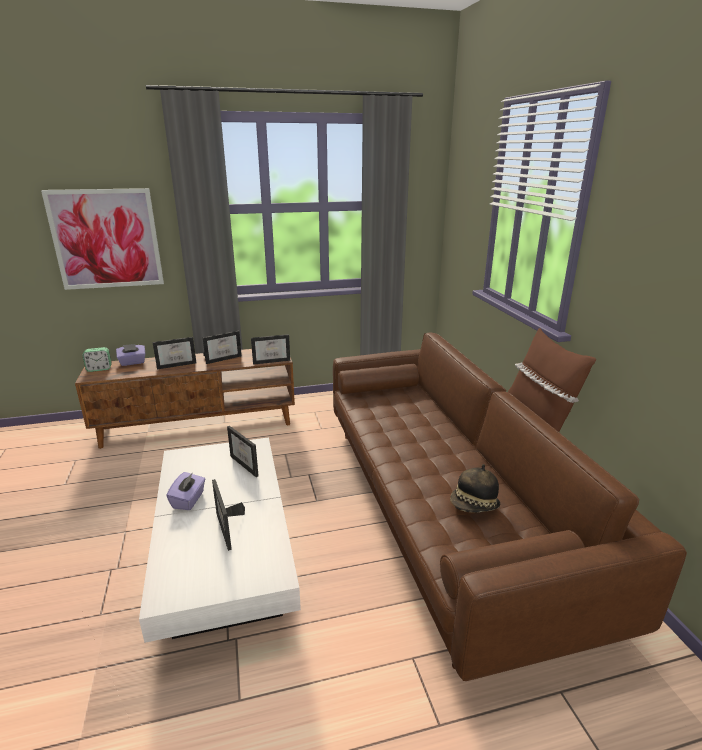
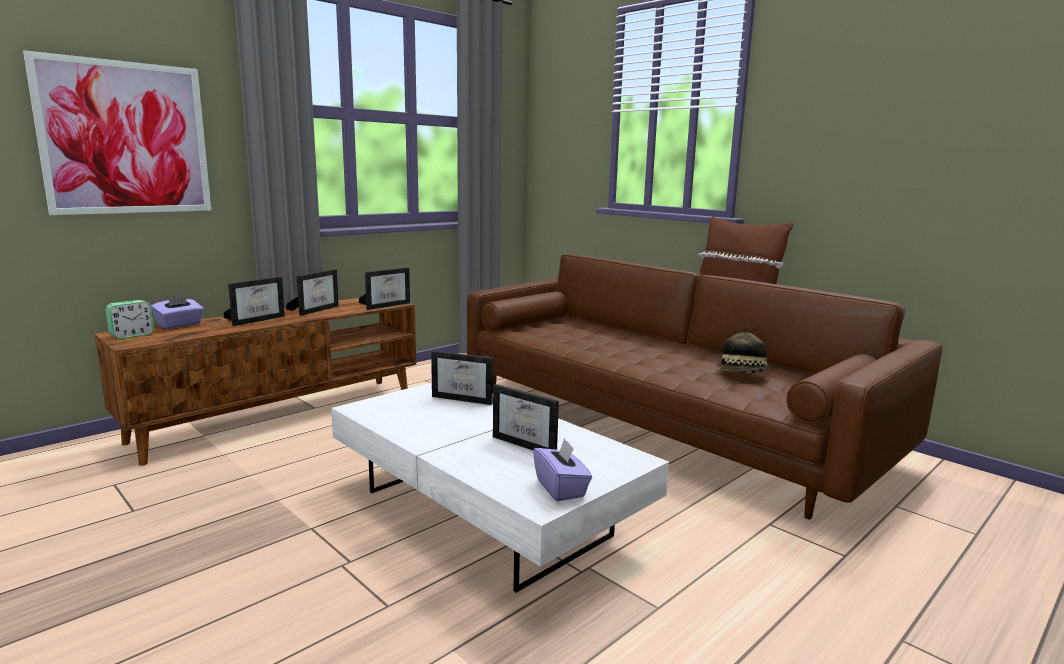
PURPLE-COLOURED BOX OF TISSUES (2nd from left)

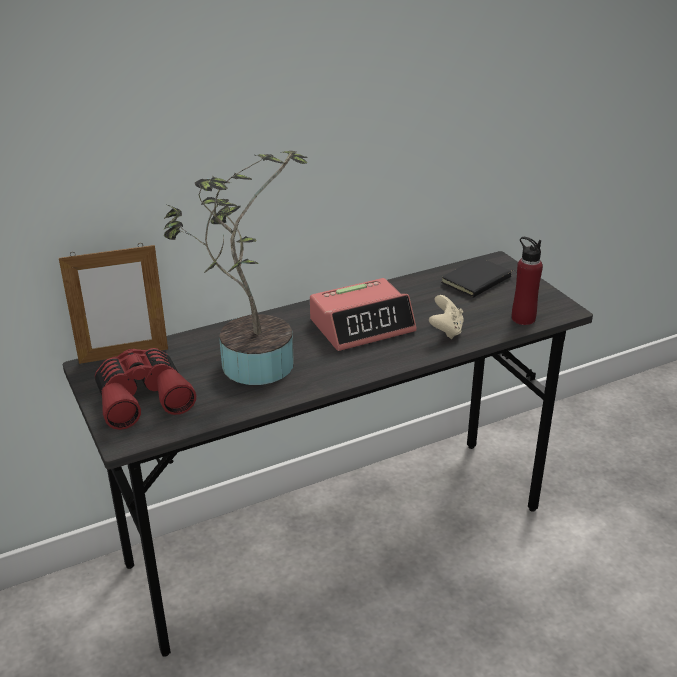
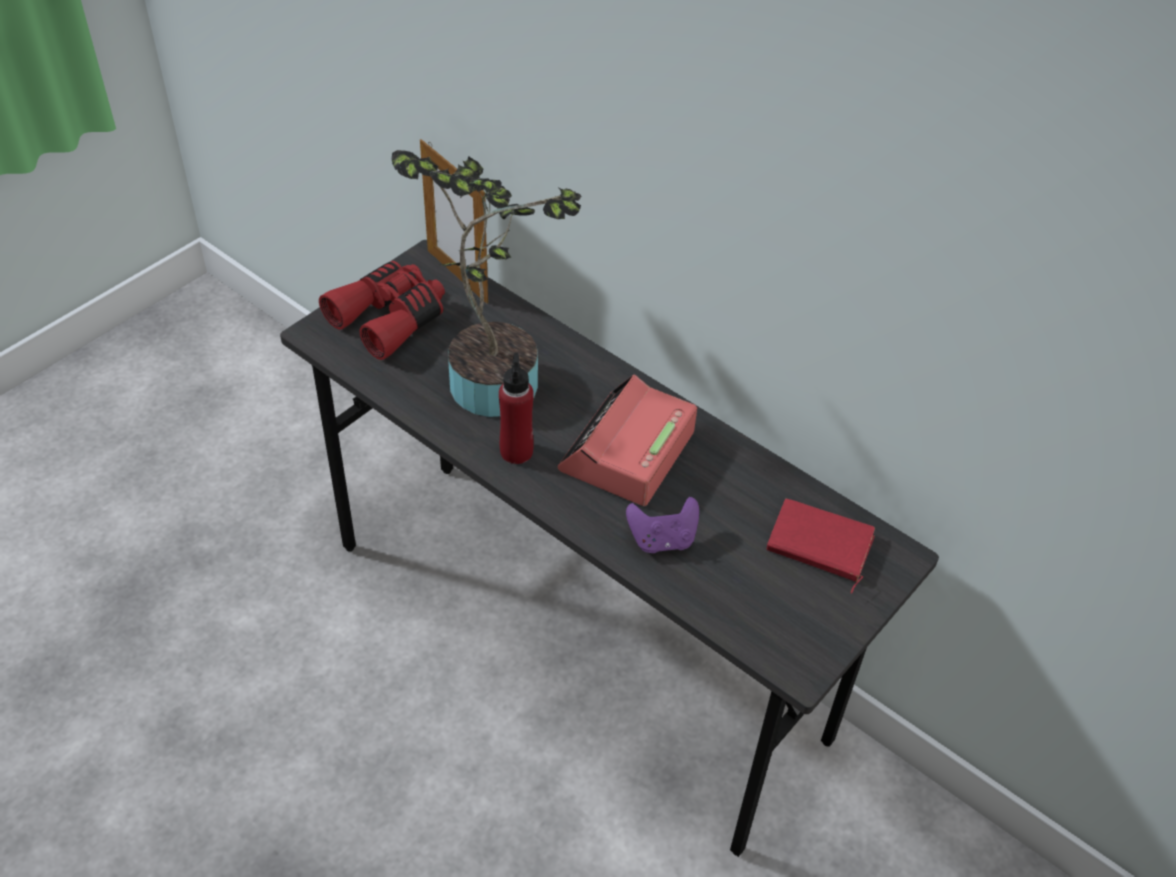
RED-COLOURED BOTTLE
RED-COLOURED BOUND BOOK
BEDSIDE CLOCK
PURPLE-COLOURED JOYPAD

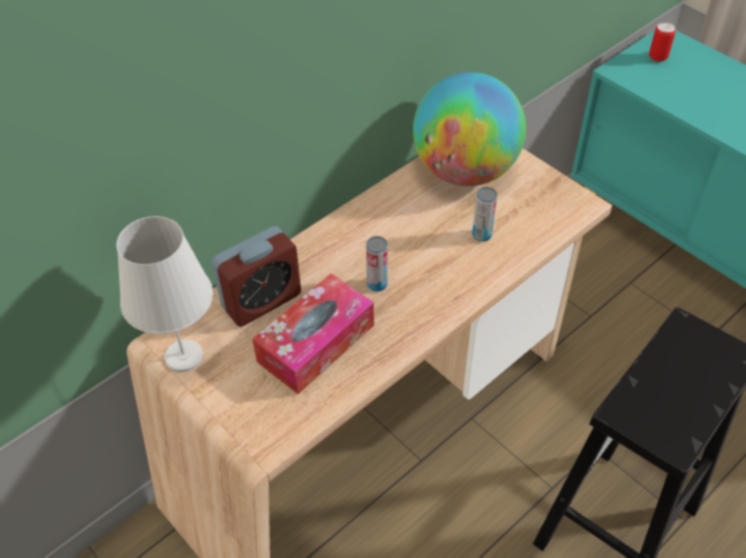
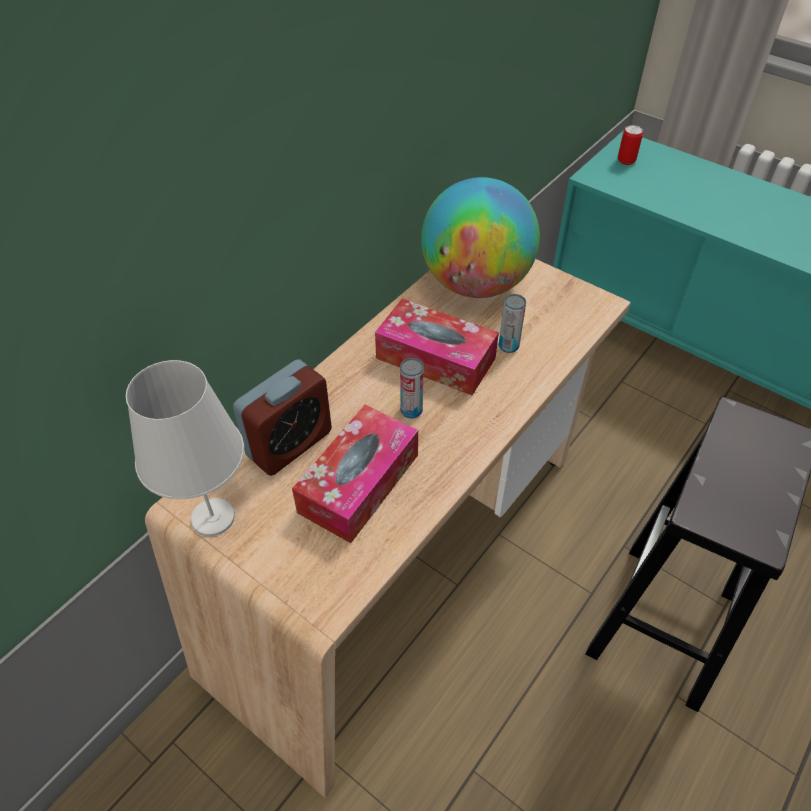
BOX OF TISSUES (2nd from left)

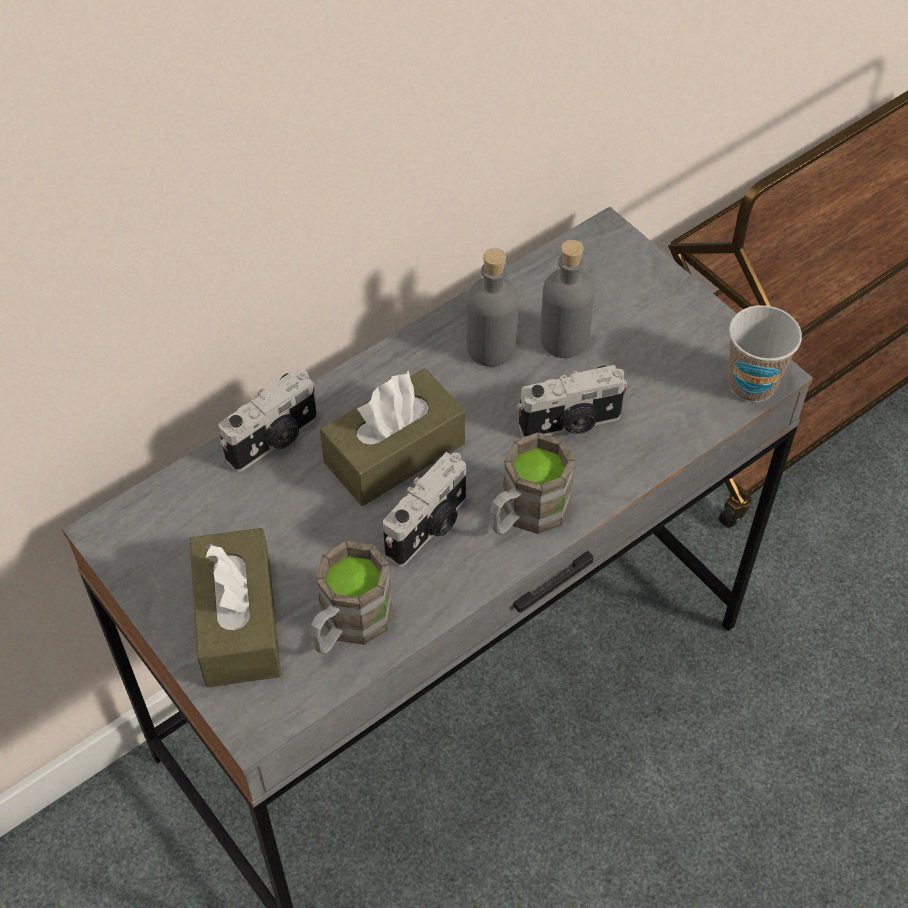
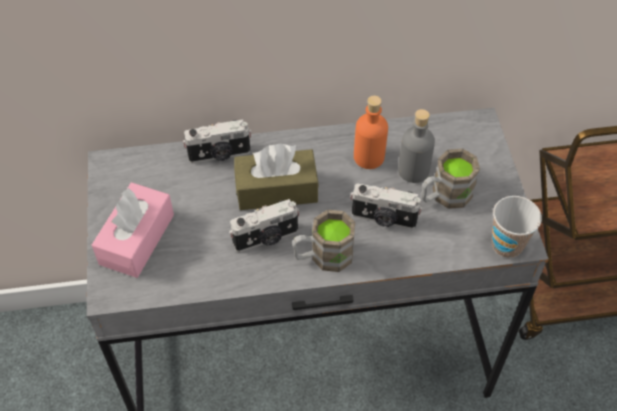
ORANGEY BOTTLE
PINK-COLOURED BOX OF TISSUES
BROWN-COLOURED MUG (2nd from left)

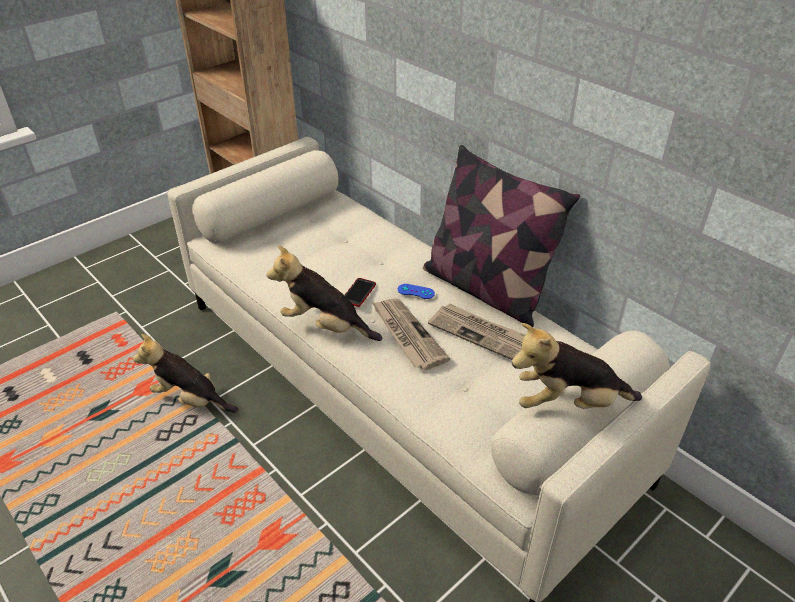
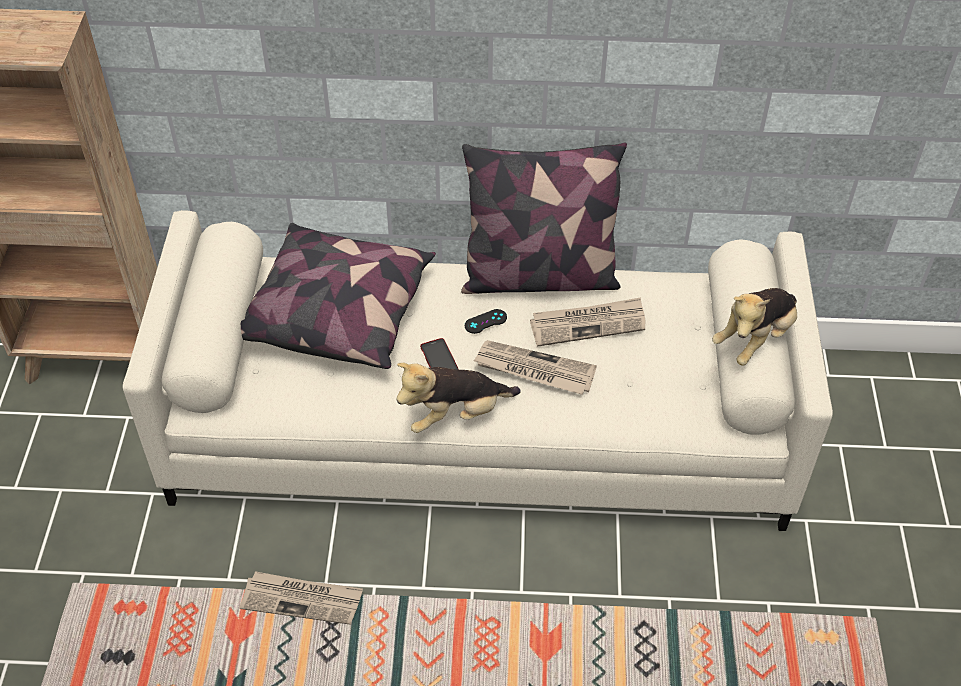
BLACK JOYPAD
PRINTED PAPER (1st from left)
CUSHION (1st from left)

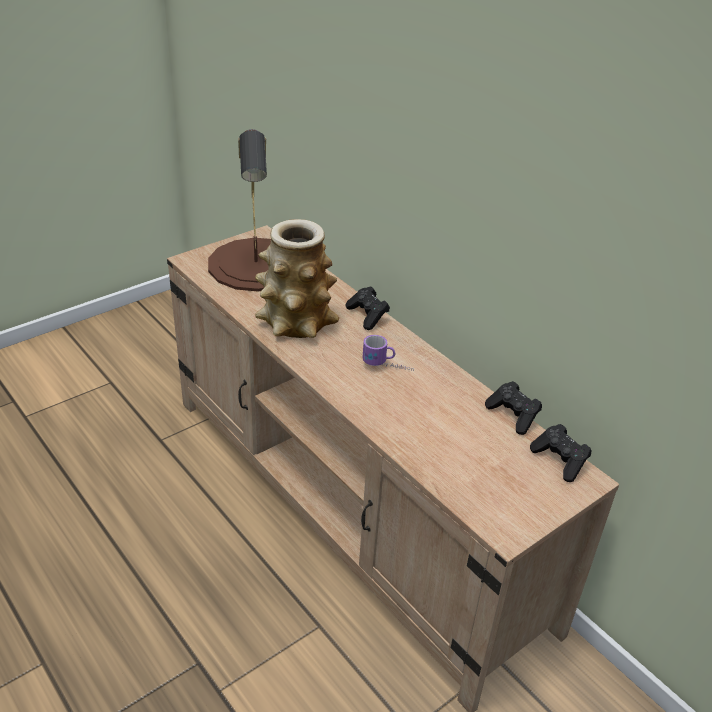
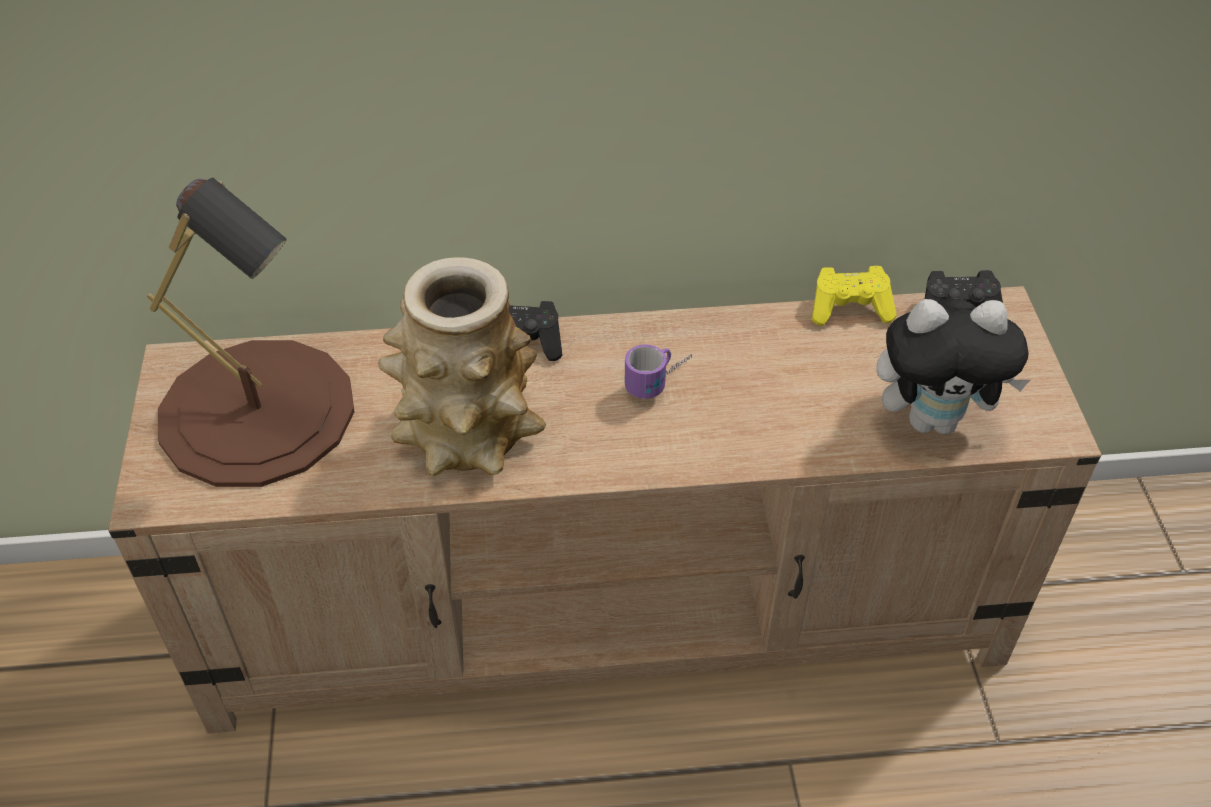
YELLOW JOYPAD
SOFT TOY

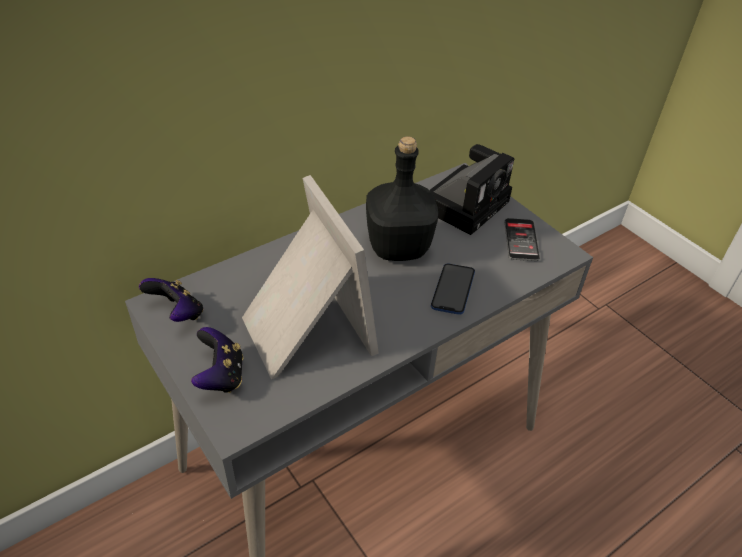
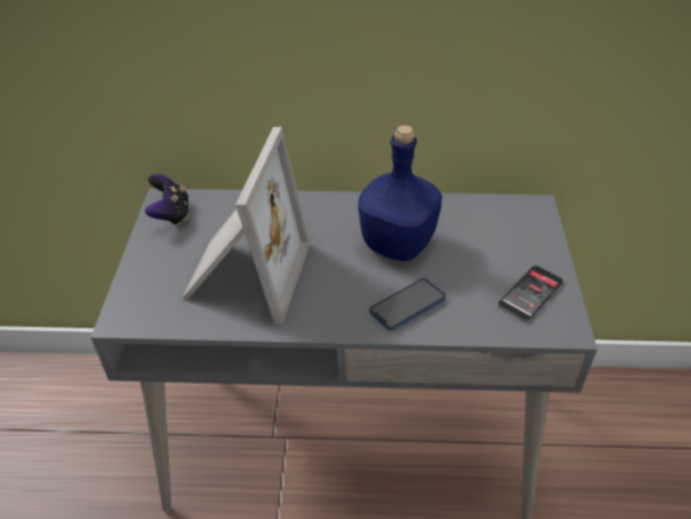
BLUISH BOTTLE
PHOTO CAMERA
JOYPAD (2nd from left in the first image)

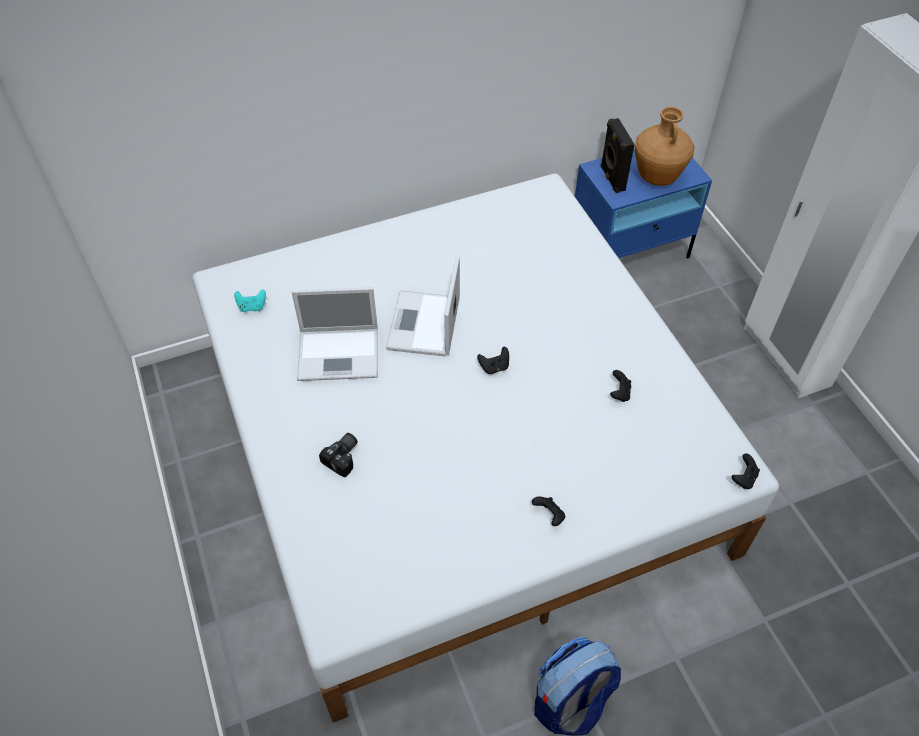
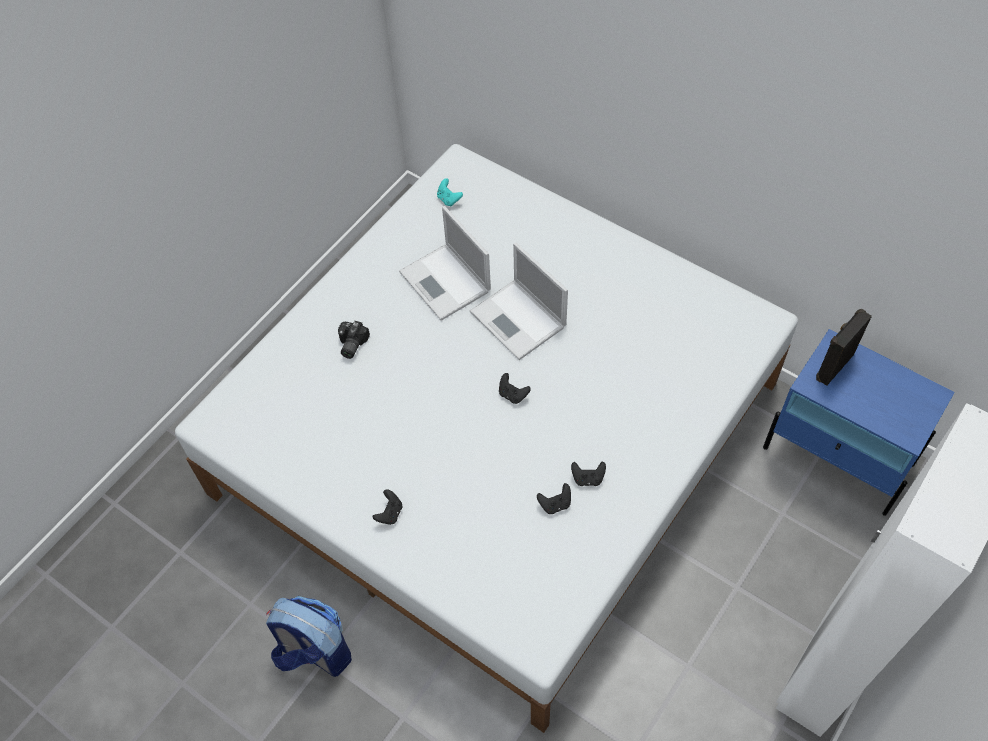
BROWN-COLOURED DECORATIVE VASE
NOTEBOOK COMPUTER (2nd from left)
PHOTO CAMERA
BLACK JOYPAD (4th from left)

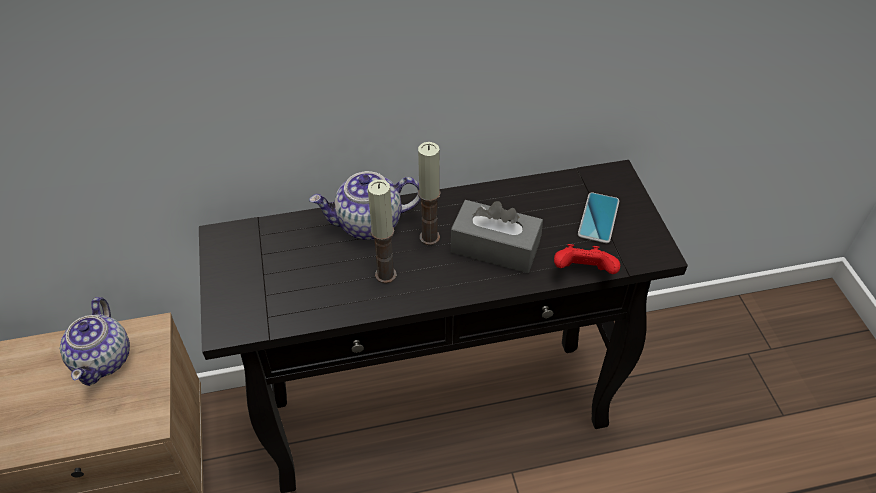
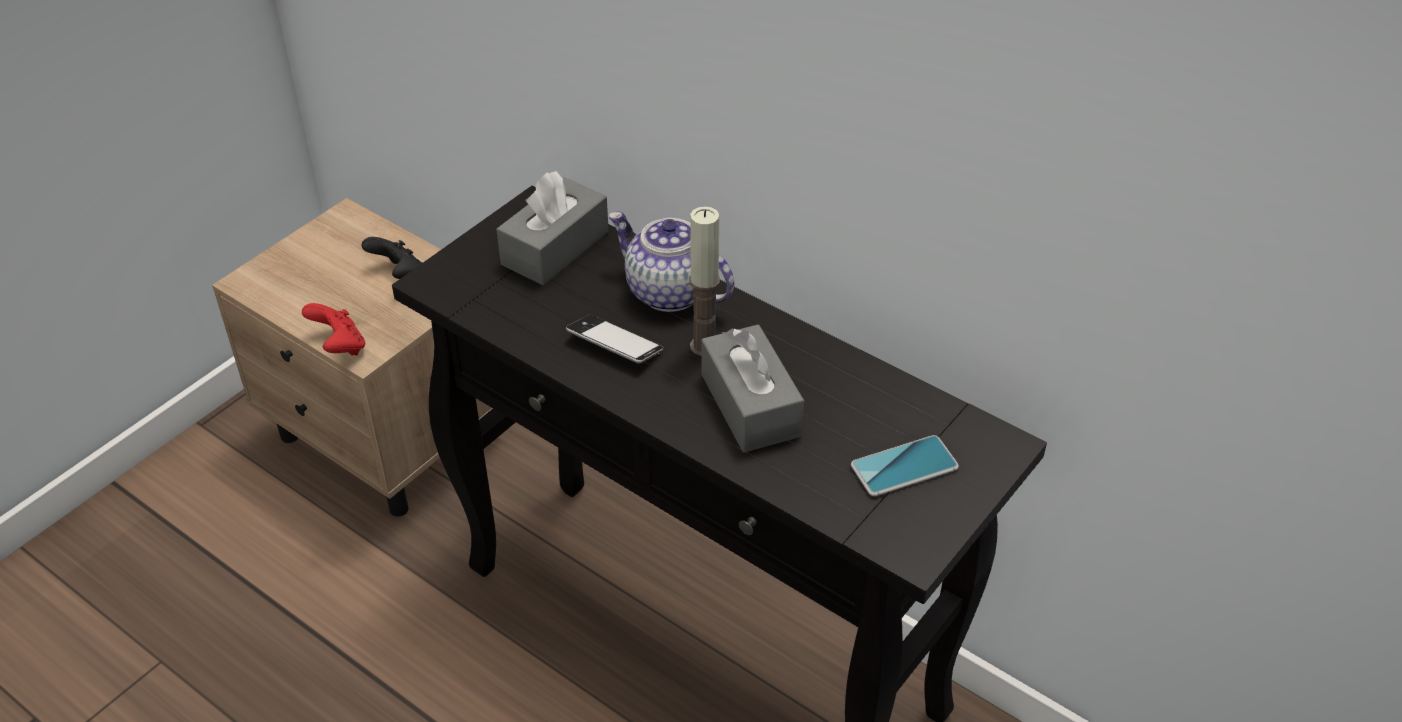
HANDSET (1st from left)
RED-COLOURED JOYPAD
BLACK JOYPAD
GREY BOX OF TISSUES (1st from left)

